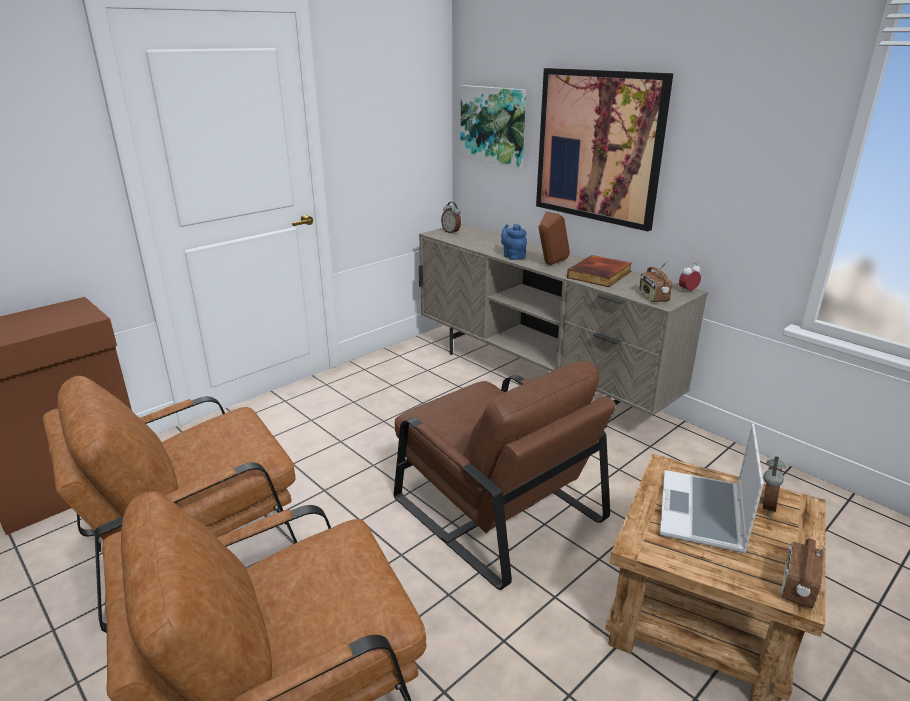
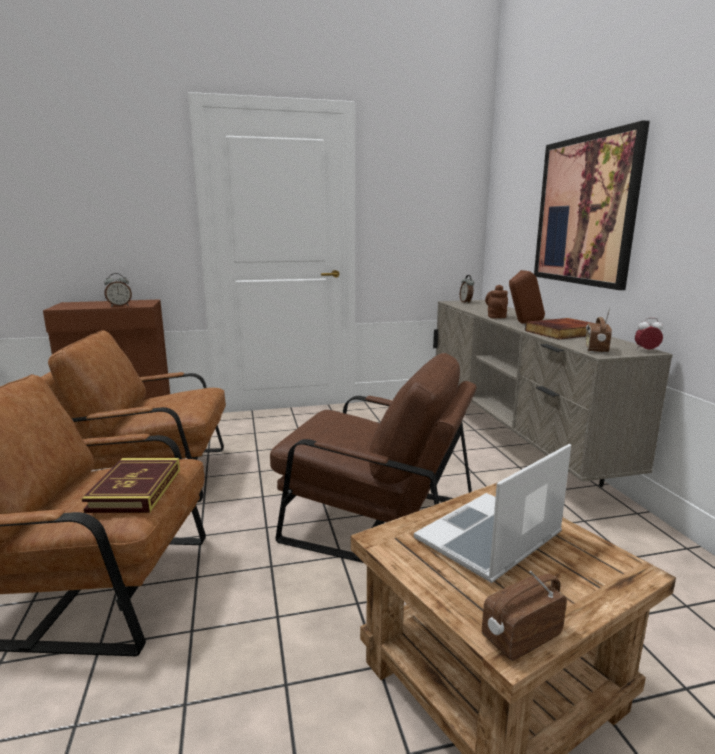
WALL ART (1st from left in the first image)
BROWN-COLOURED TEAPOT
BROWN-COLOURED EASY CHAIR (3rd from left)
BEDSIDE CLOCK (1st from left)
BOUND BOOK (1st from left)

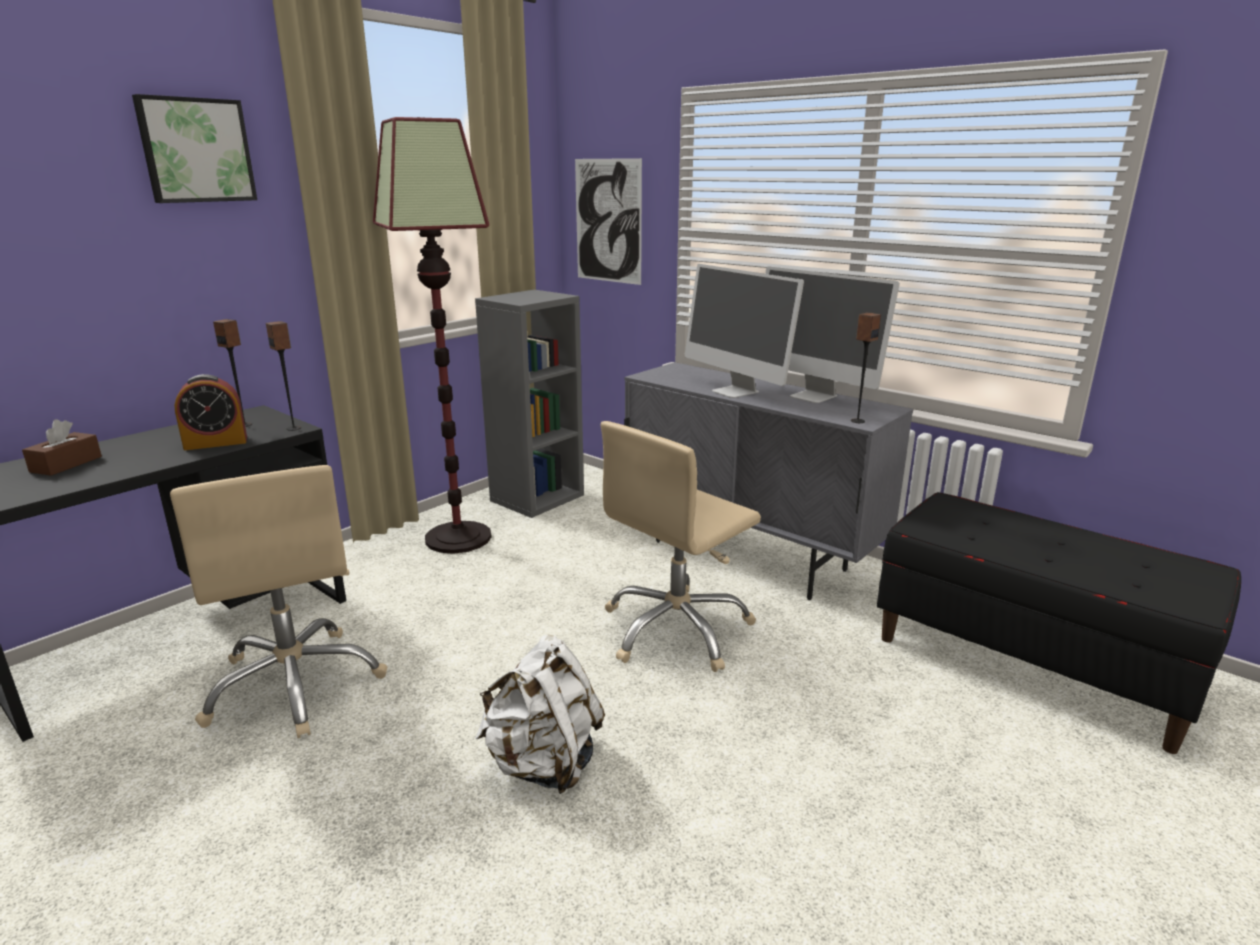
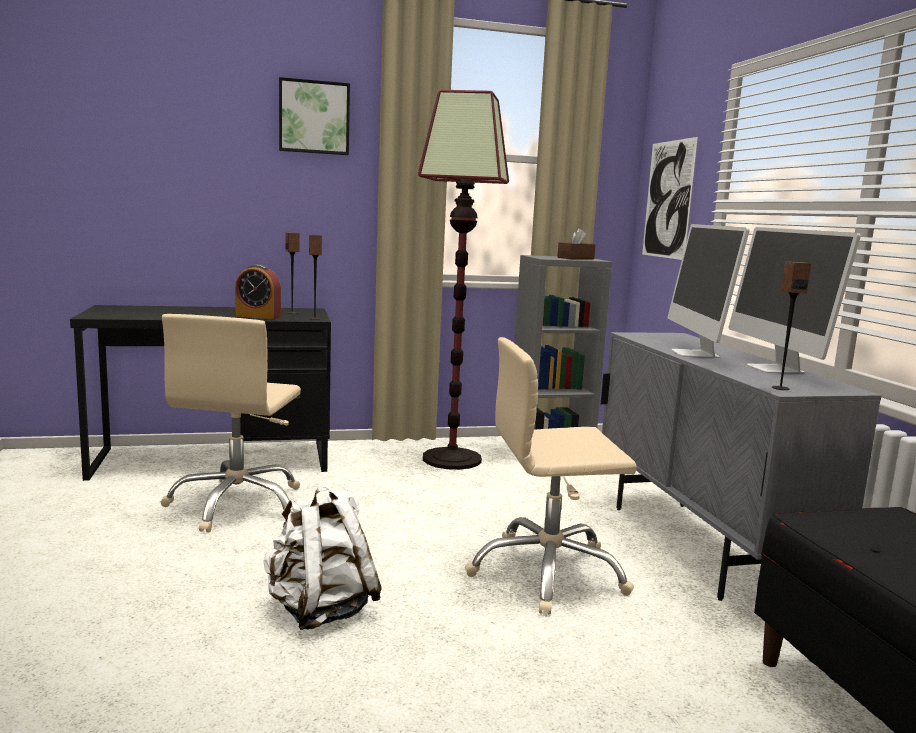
BROWN-COLOURED BOX OF TISSUES

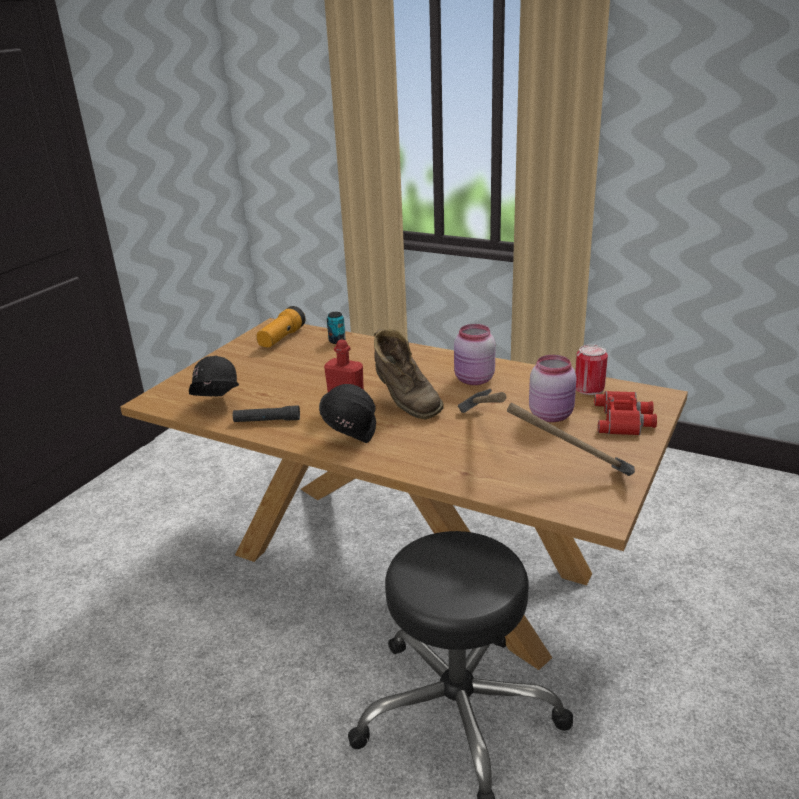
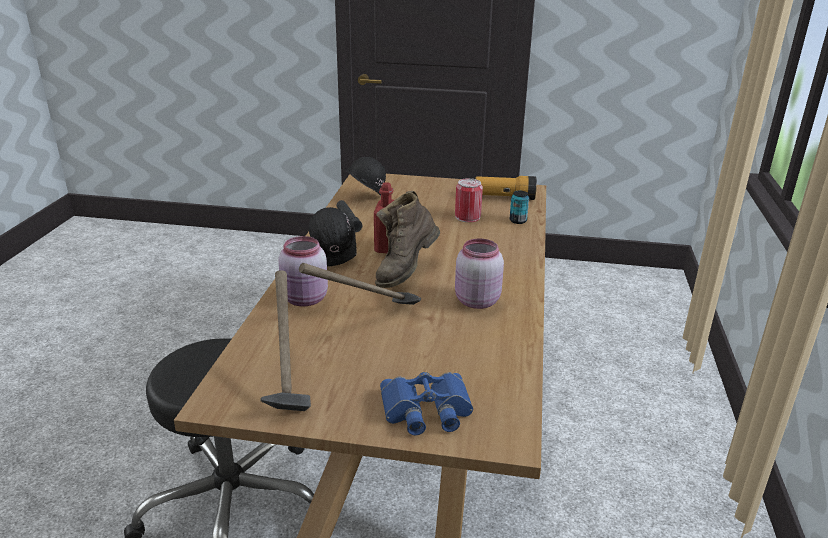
CAN (1st from left)
PINK-COLOURED JAR (1st from left)
BLUISH PAIR OF BINOCULARS

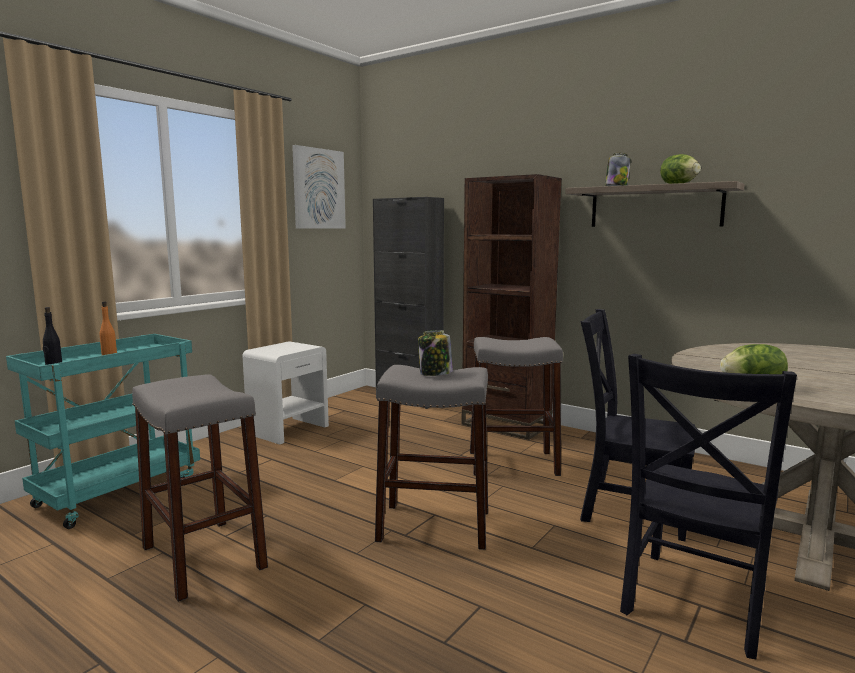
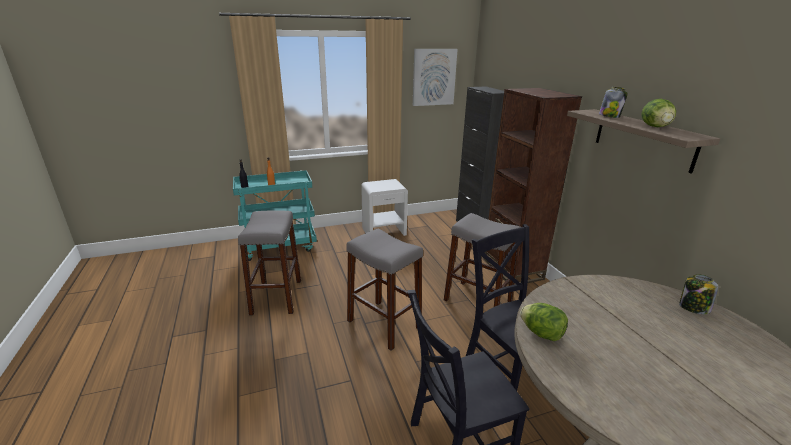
JAR (2nd from left)

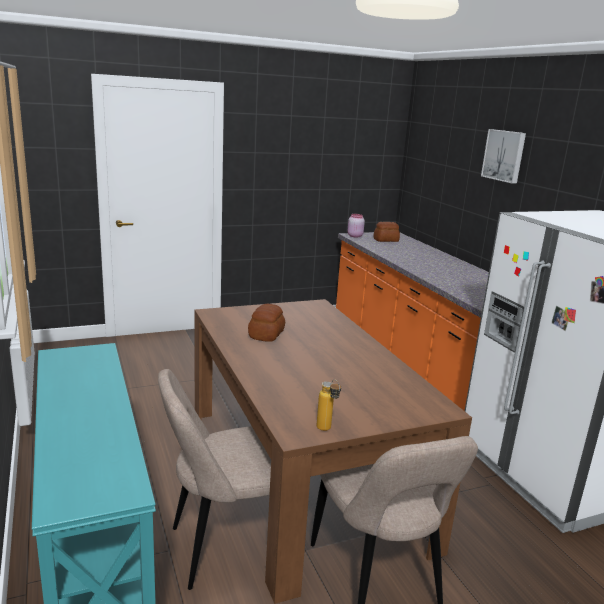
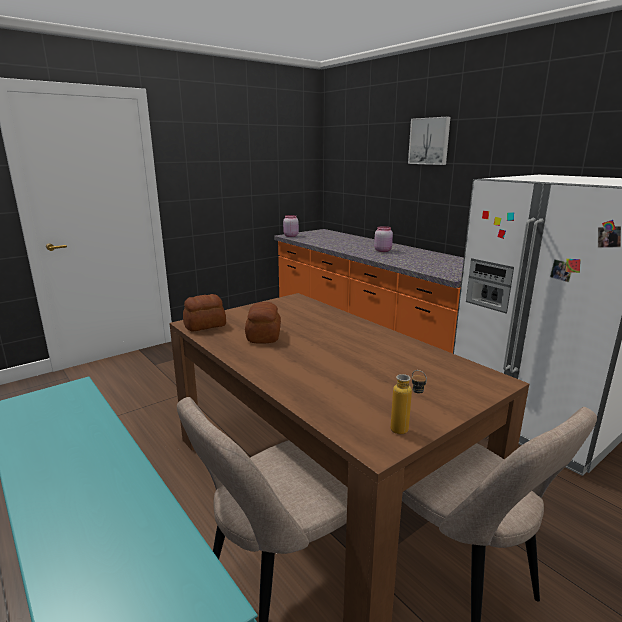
BREAD (1st from left)
PINK-COLOURED JAR (2nd from left)

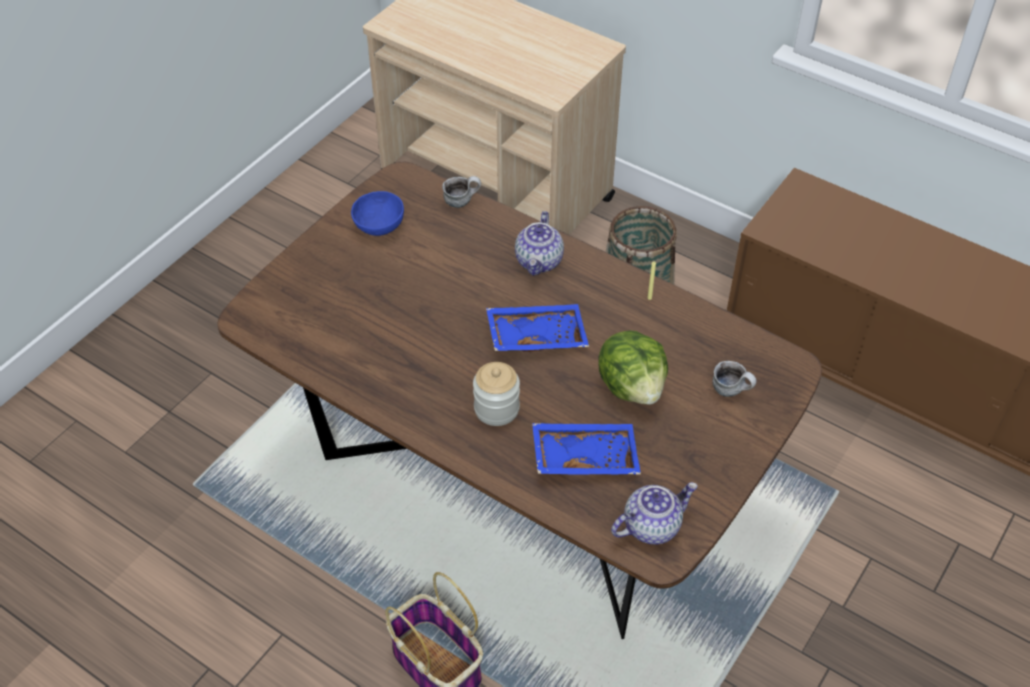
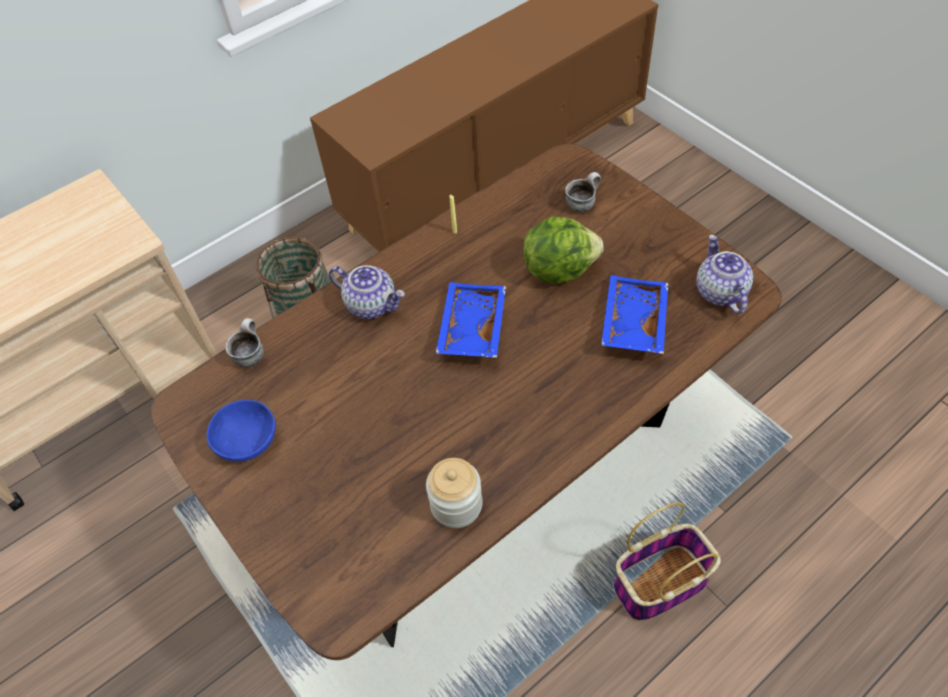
JAR

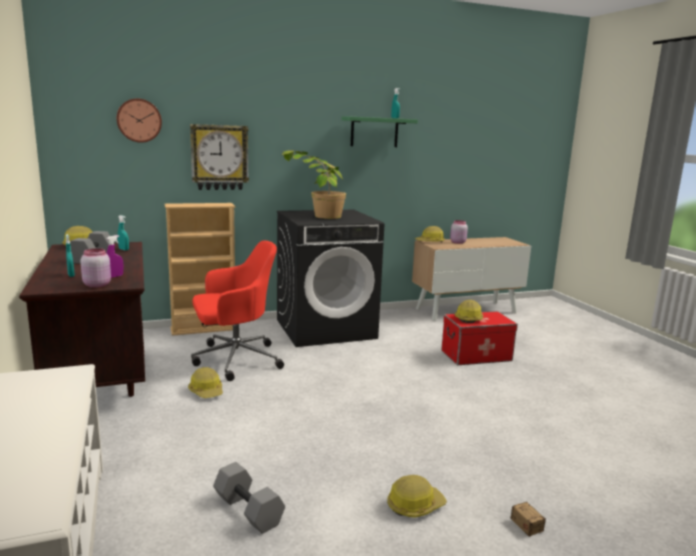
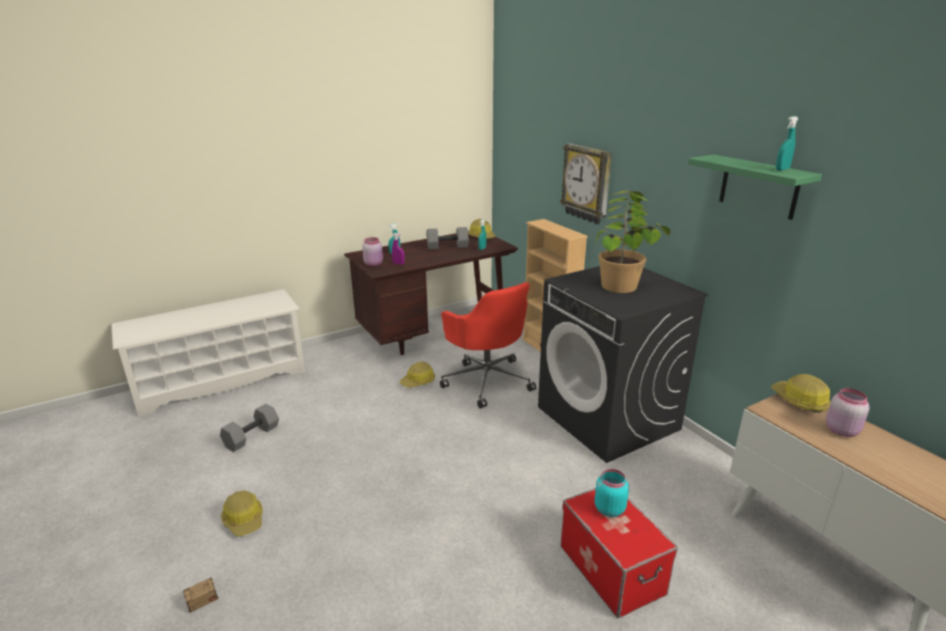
HANGING CLOCK (1st from left in the first image)
TURQUOISE-COLOURED JAR

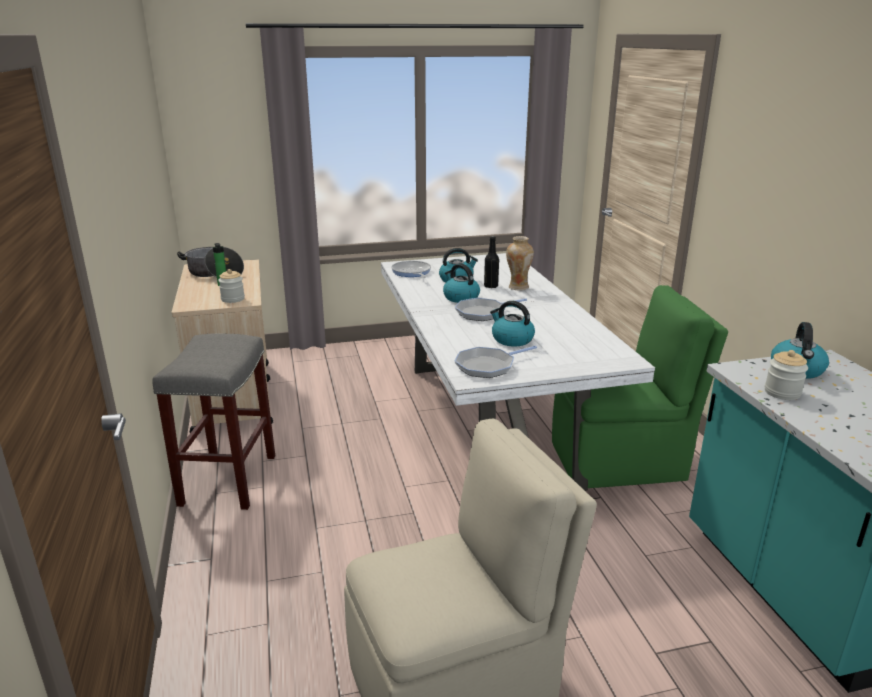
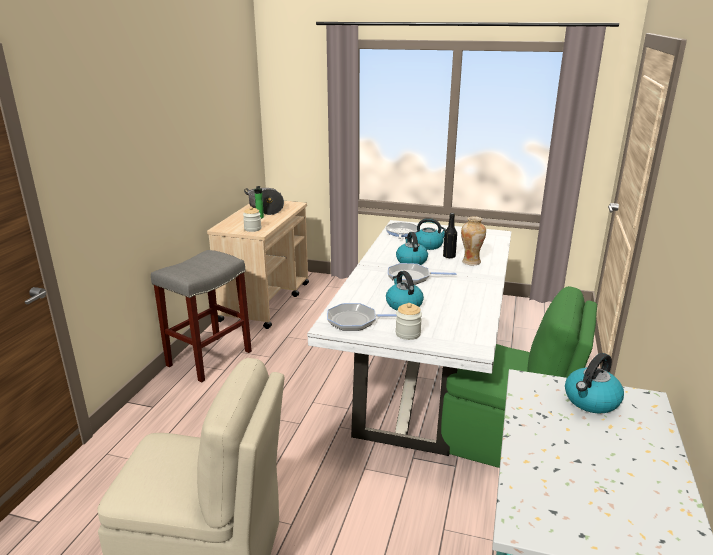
JAR (2nd from left)

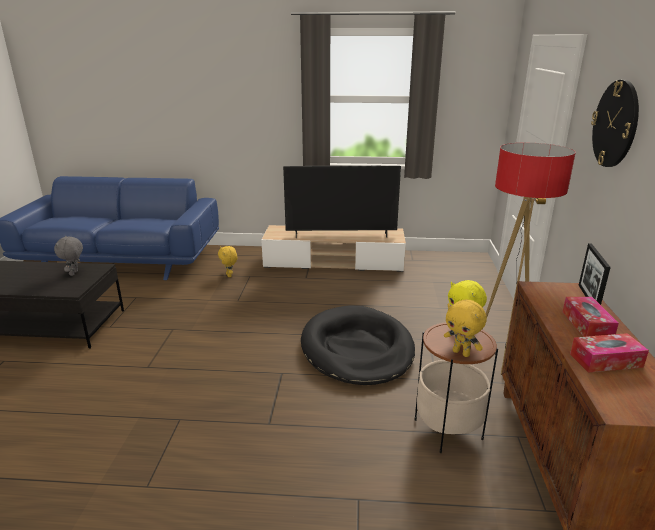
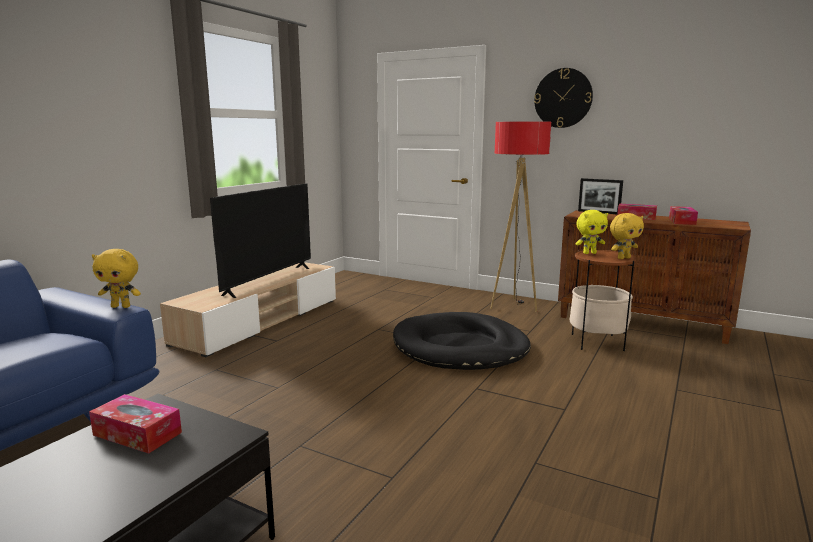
BOX OF TISSUES (1st from left)
YELLOW SOFT TOY (1st from left)

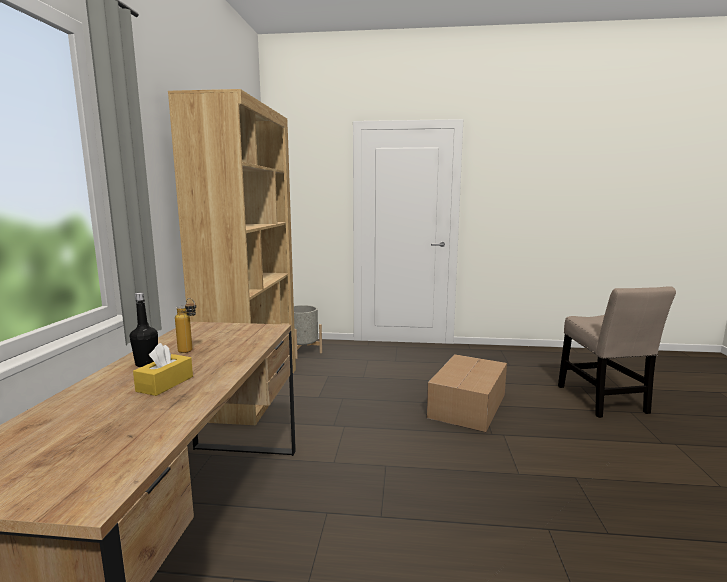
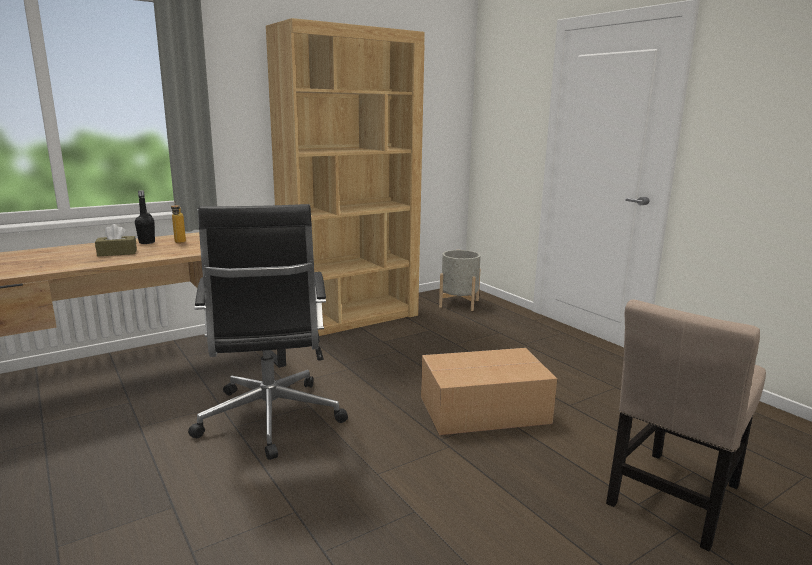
BROWN-COLOURED BOX OF TISSUES
BLACK OFFICE CHAIR

